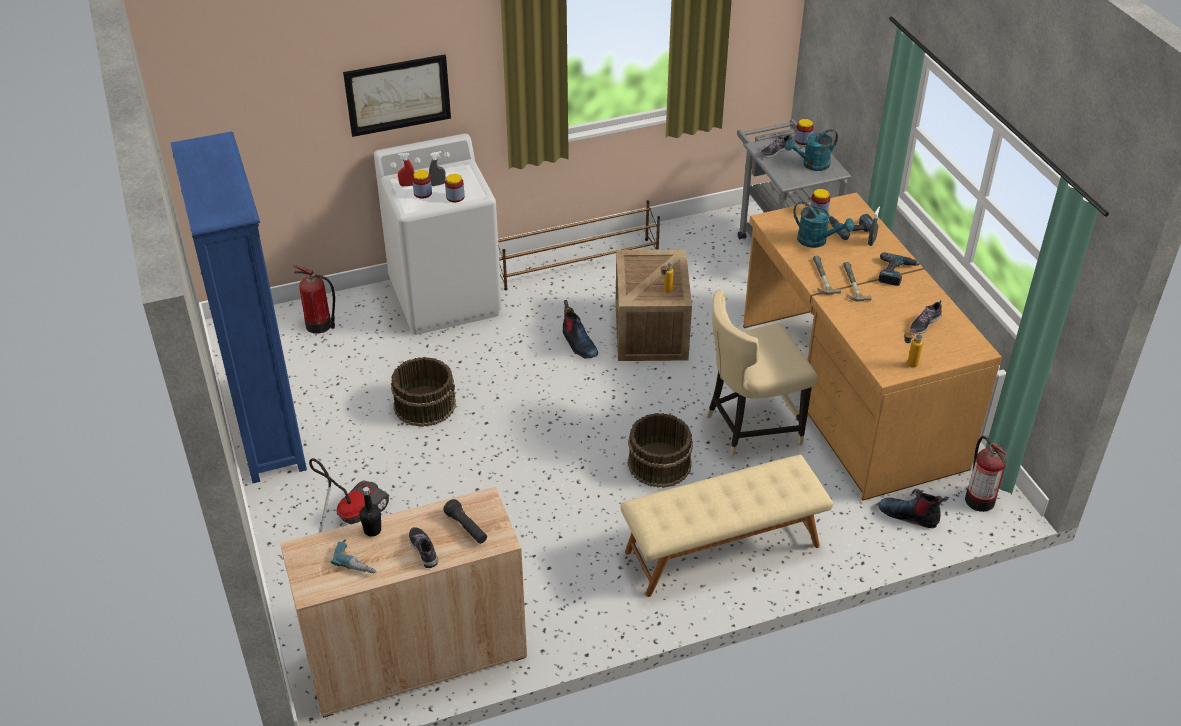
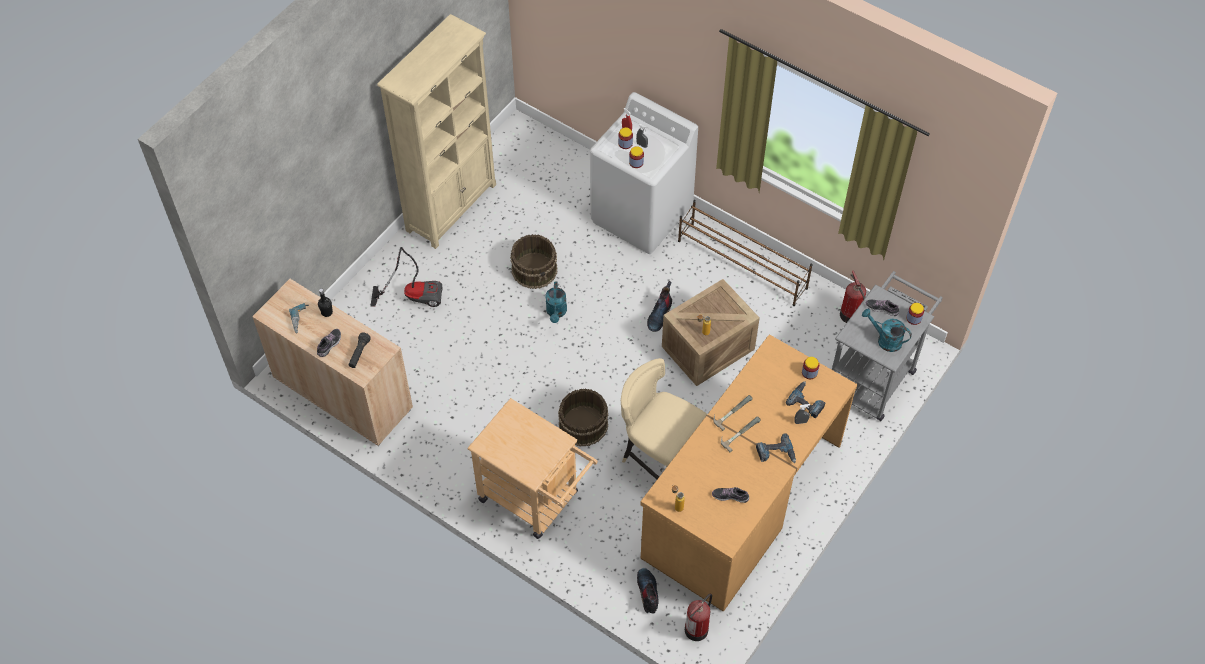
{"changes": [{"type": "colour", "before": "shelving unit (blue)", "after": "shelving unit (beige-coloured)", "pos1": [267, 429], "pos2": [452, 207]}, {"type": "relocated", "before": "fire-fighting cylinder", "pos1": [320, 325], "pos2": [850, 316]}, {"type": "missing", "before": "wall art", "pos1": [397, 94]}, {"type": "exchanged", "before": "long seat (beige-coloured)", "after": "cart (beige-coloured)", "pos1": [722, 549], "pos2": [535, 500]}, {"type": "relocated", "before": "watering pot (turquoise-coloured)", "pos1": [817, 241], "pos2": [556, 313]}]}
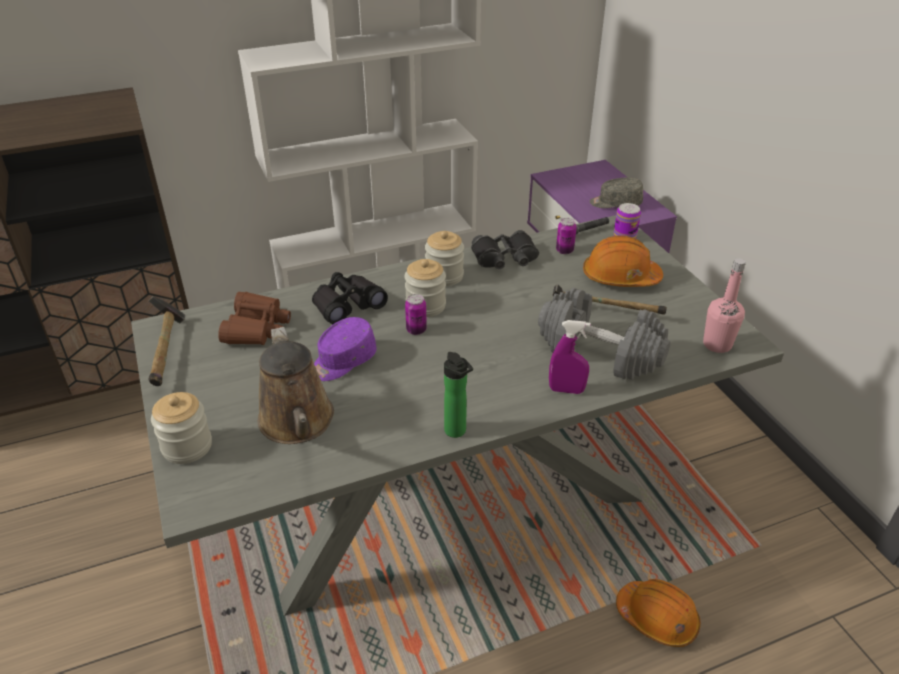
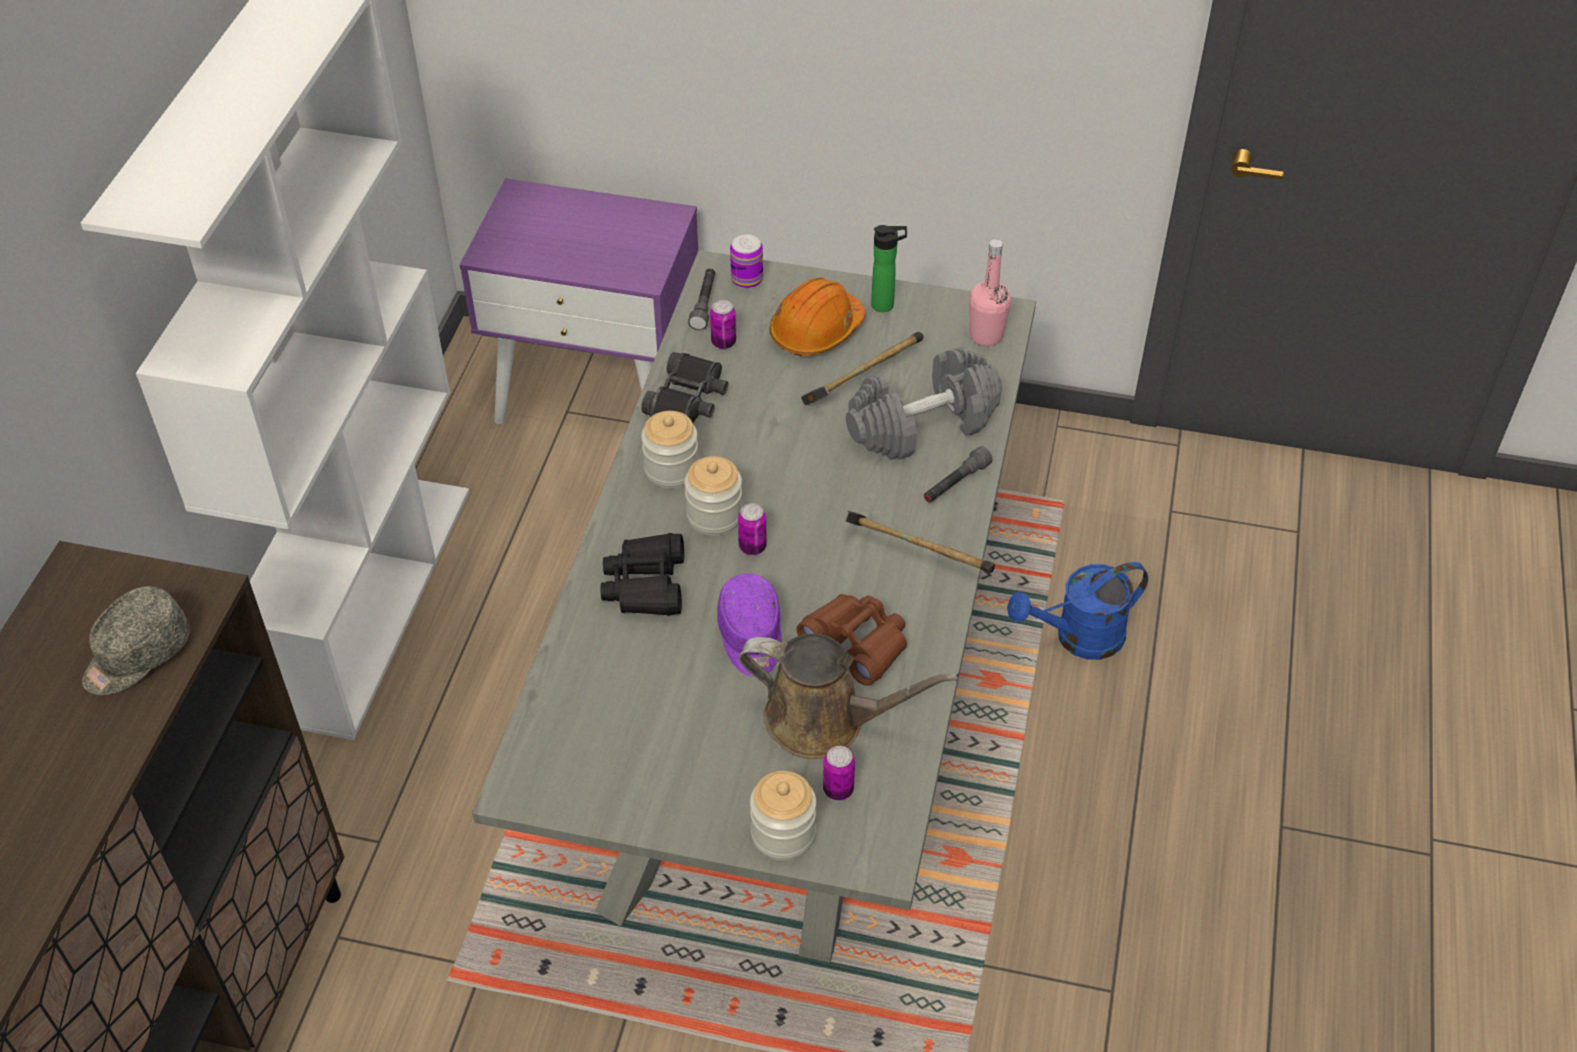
{"changes": [{"type": "relocated", "before": "hammer", "pos1": [167, 352], "pos2": [913, 552]}, {"type": "relocated", "before": "binoculars (brown)", "pos1": [257, 328], "pos2": [857, 643]}, {"type": "relocated", "before": "beverage bottle", "pos1": [457, 432], "pos2": [886, 305]}, {"type": "exchanged", "before": "spray bottle (purple-coloured)", "after": "hand torch (gray)", "pos1": [566, 390], "pos2": [955, 483]}, {"type": "relocated", "before": "cap (gray)", "pos1": [615, 203], "pos2": [136, 655]}, {"type": "exchanged", "before": "work helmet (orange-coloured)", "after": "watering pot (blue)", "pos1": [657, 618], "pos2": [1078, 638]}, {"type": "appeared", "after": "can", "pos2": [838, 789]}]}
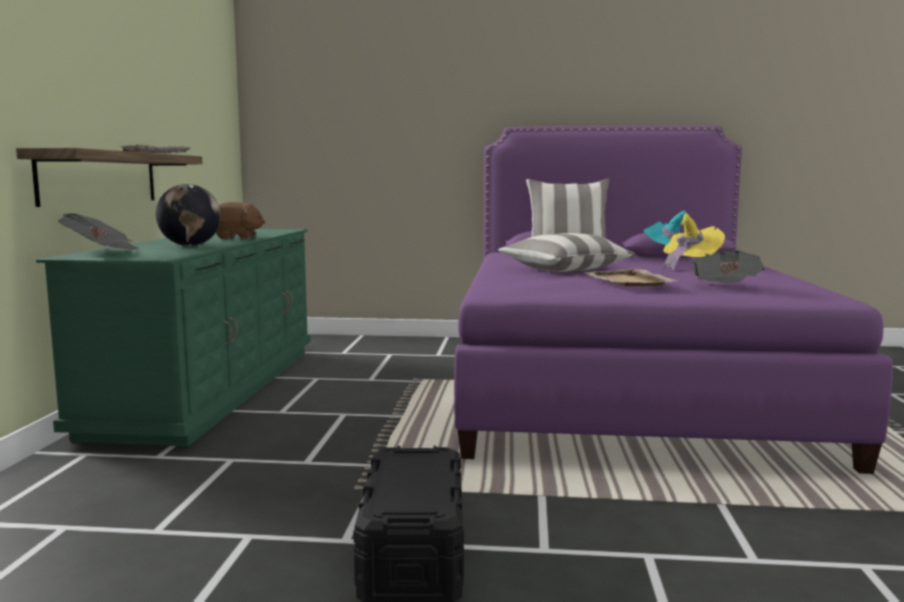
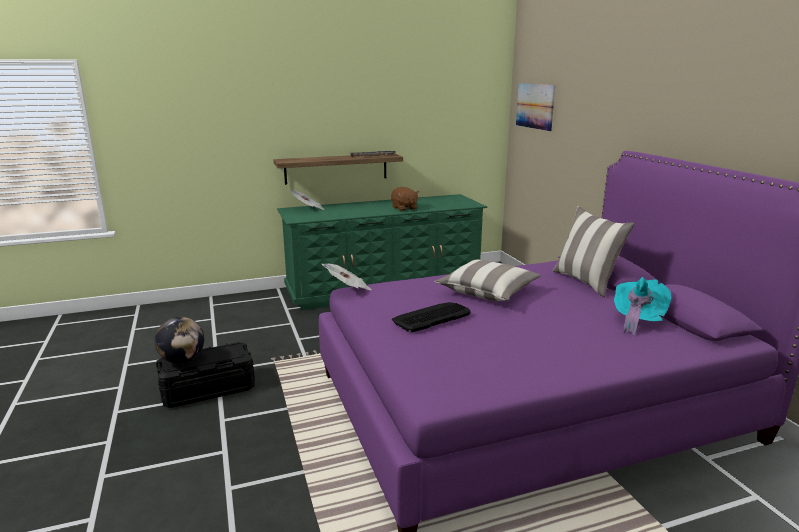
{"changes": [{"type": "relocated", "before": "world globe", "pos1": [190, 245], "pos2": [182, 360]}, {"type": "exchanged", "before": "serving tray (beige-coloured)", "after": "PC keyboard", "pos1": [628, 281], "pos2": [431, 317]}, {"type": "missing", "before": "clothing hat (yellow-coloured)", "pos1": [689, 266]}, {"type": "relocated", "before": "printed paper", "pos1": [726, 287], "pos2": [348, 289]}, {"type": "appeared", "after": "wall art", "pos2": [535, 106]}]}
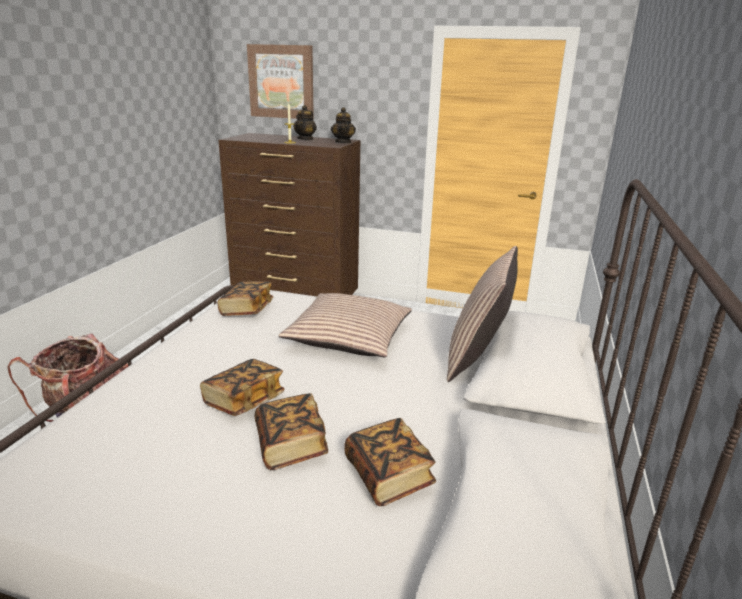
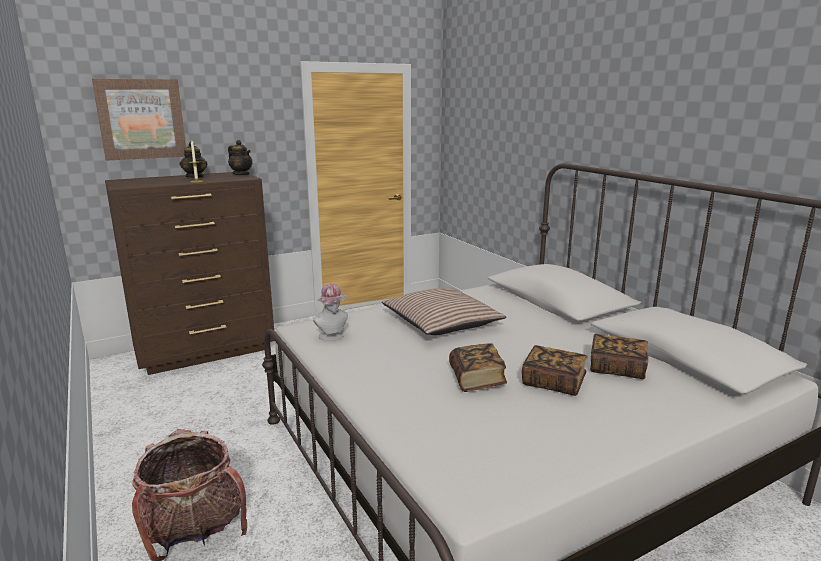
{"changes": [{"type": "exchanged", "before": "book", "after": "clothing hat", "pos1": [247, 309], "pos2": [333, 337]}, {"type": "missing", "before": "pillow", "pos1": [478, 358]}]}
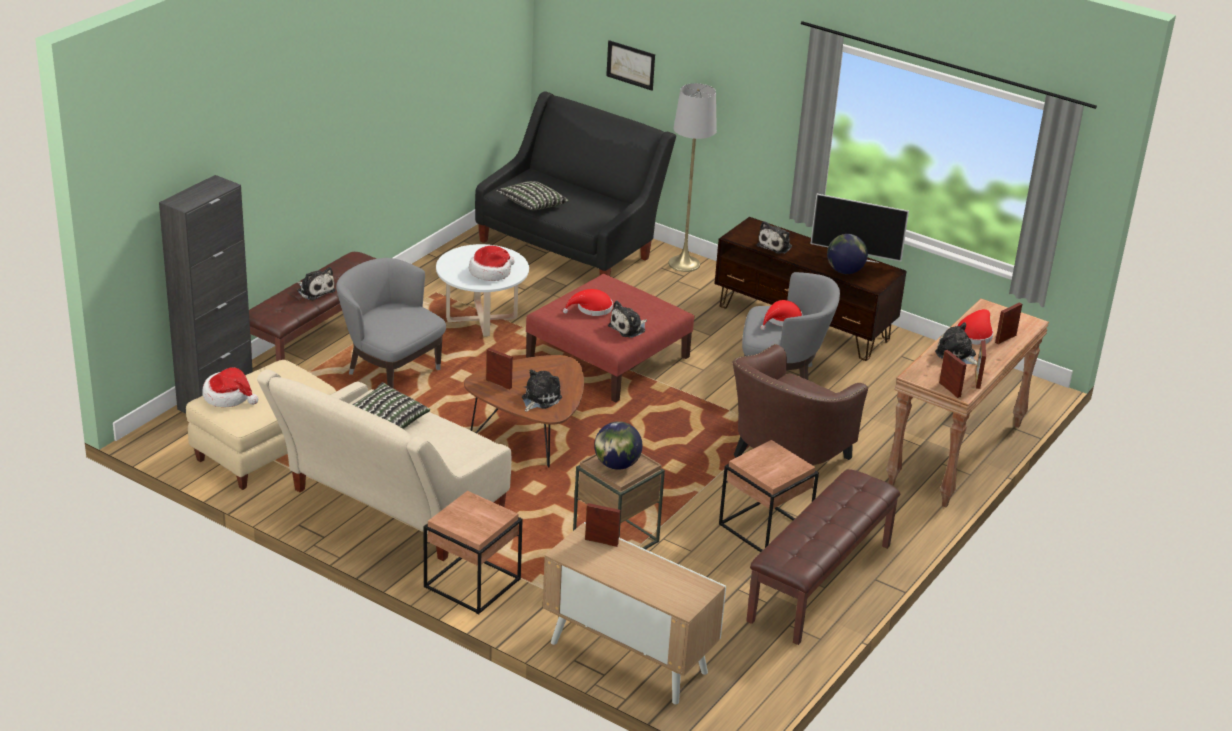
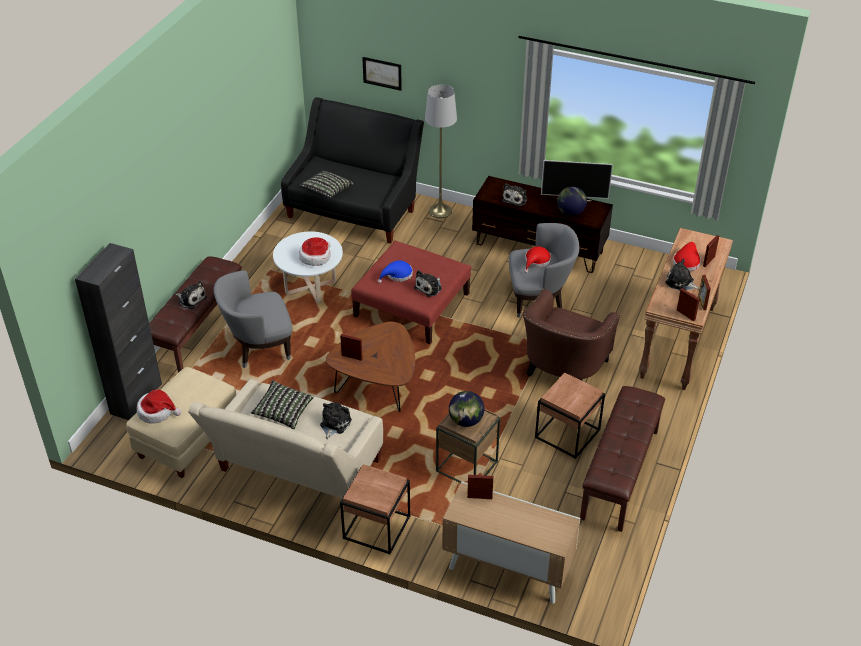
{"changes": [{"type": "spun", "before": "easy chair (gray)", "pos1": [390, 371], "pos2": [258, 348], "turn": -45}, {"type": "relocated", "before": "plush toy", "pos1": [539, 399], "pos2": [334, 424]}, {"type": "colour", "before": "clothing hat (reddish)", "after": "clothing hat (blue)", "pos1": [591, 309], "pos2": [397, 275]}]}
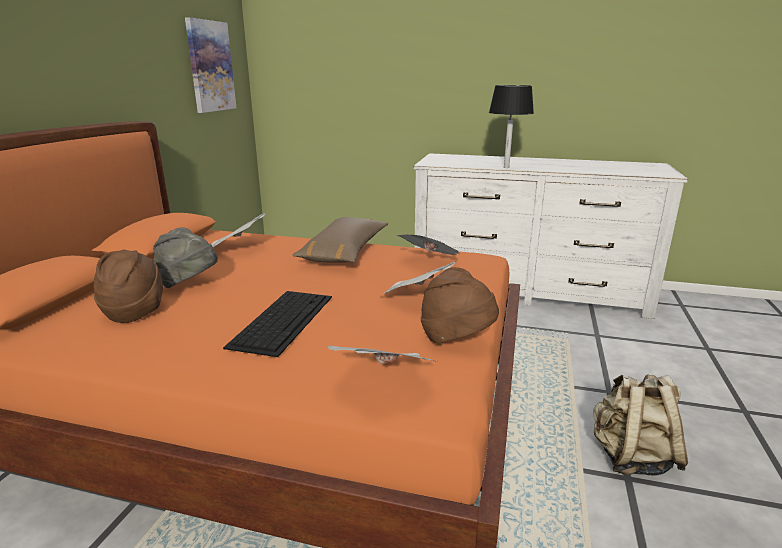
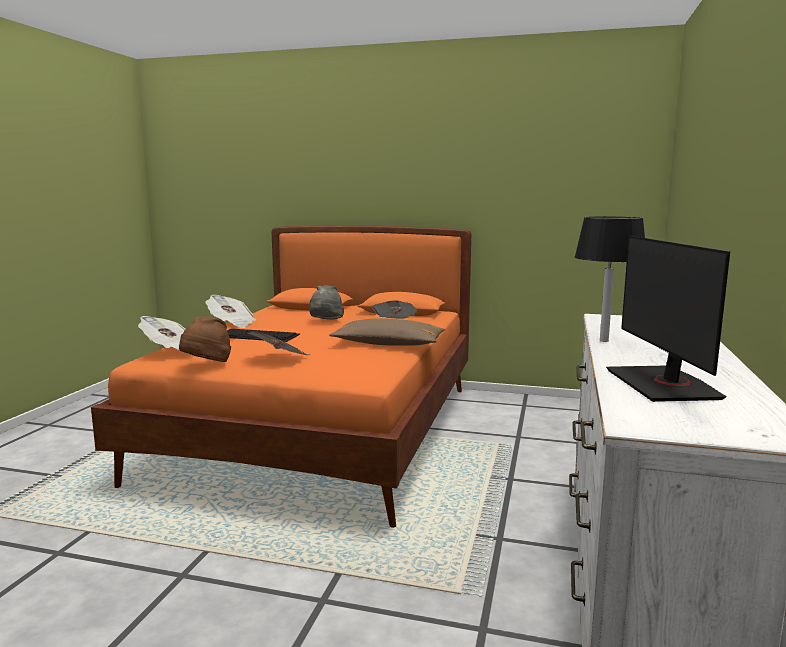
{"changes": [{"type": "missing", "before": "clothing hat (brown)", "pos1": [134, 311]}, {"type": "missing", "before": "wall art", "pos1": [210, 66]}, {"type": "relocated", "before": "printed paper", "pos1": [431, 262], "pos2": [231, 324]}, {"type": "missing", "before": "rucksack (beige-coloured)", "pos1": [631, 458]}, {"type": "appeared", "after": "computer display", "pos2": [663, 384]}]}
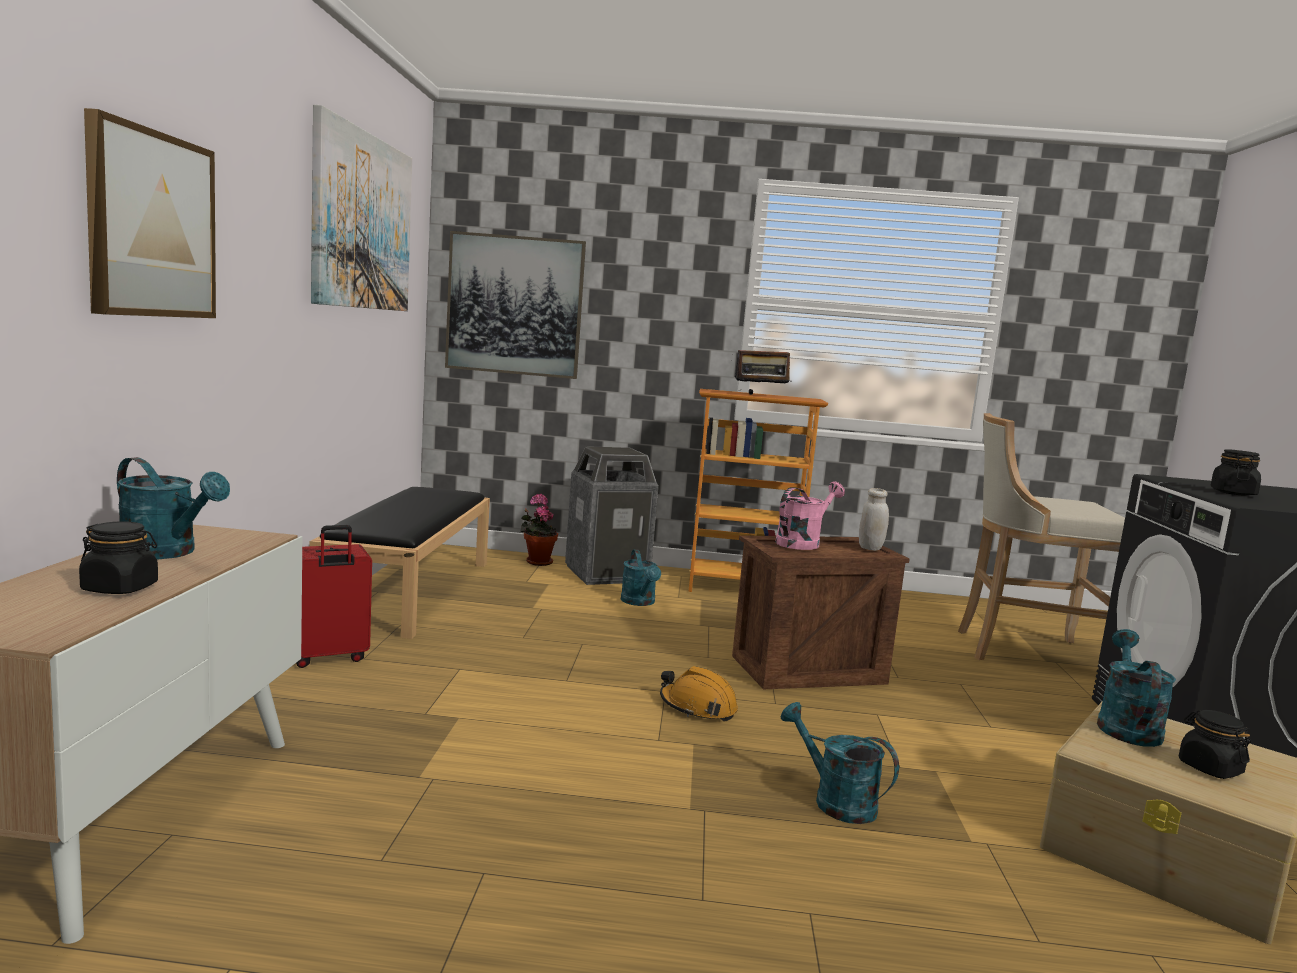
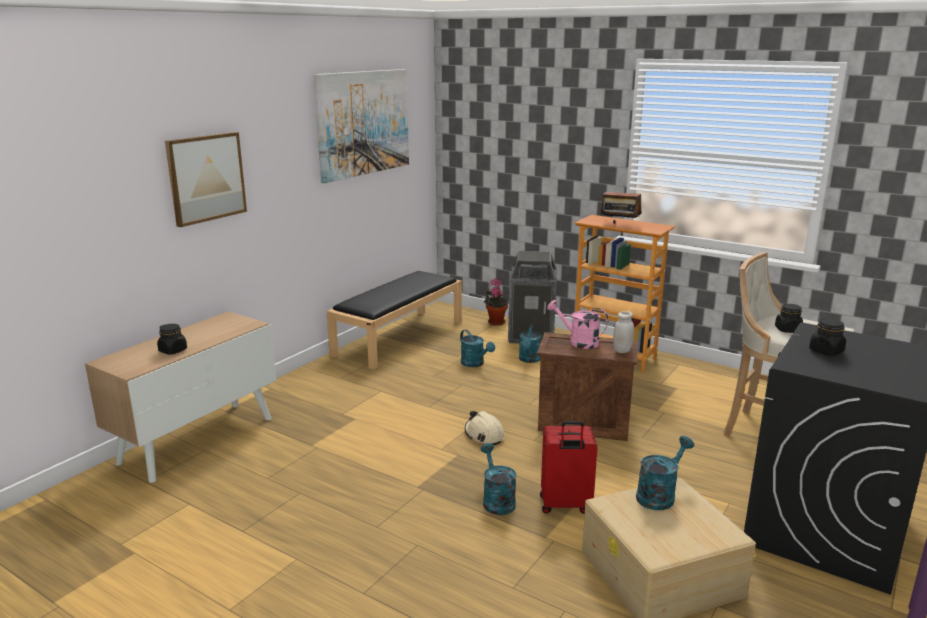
{"changes": [{"type": "relocated", "before": "watering pot (turquoise-coloured)", "pos1": [167, 553], "pos2": [475, 364]}, {"type": "relocated", "before": "piece of luggage (reddish)", "pos1": [330, 658], "pos2": [565, 505]}, {"type": "missing", "before": "wall art", "pos1": [515, 305]}, {"type": "colour", "before": "work helmet (orange-coloured)", "after": "work helmet (beige-coloured)", "pos1": [698, 707], "pos2": [484, 435]}, {"type": "spun", "before": "watering pot (pinkish)", "pos1": [802, 543], "pos2": [578, 342], "turn": -135}, {"type": "relocated", "before": "preserve jar (blackish)", "pos1": [1209, 768], "pos2": [787, 330]}]}
